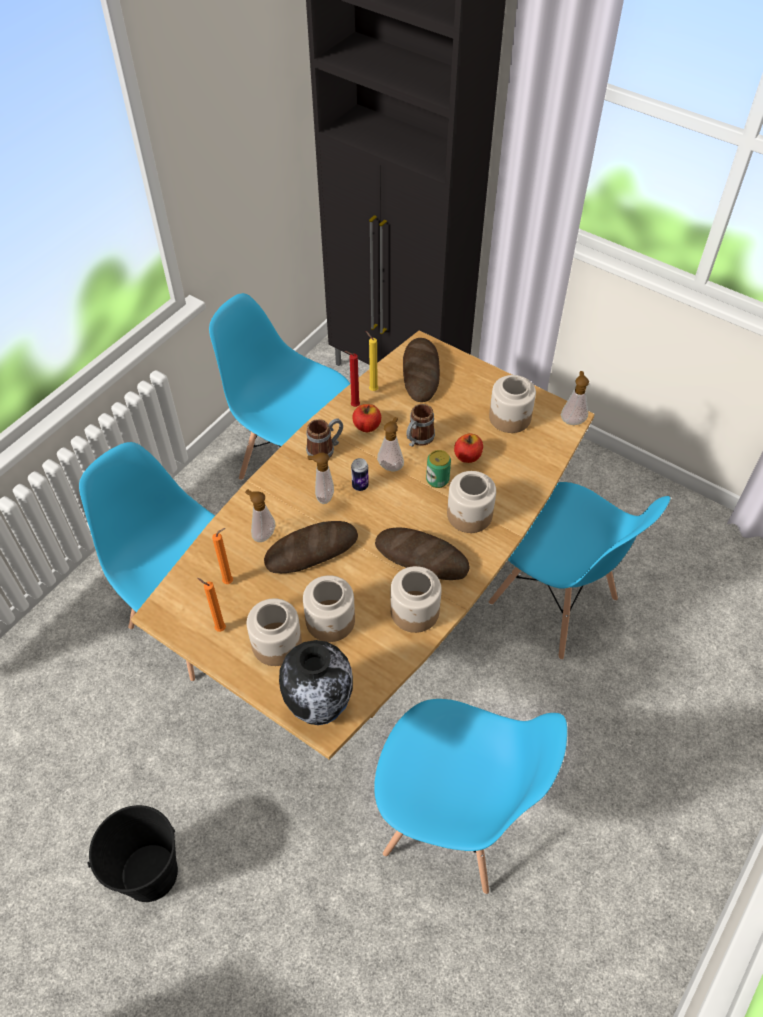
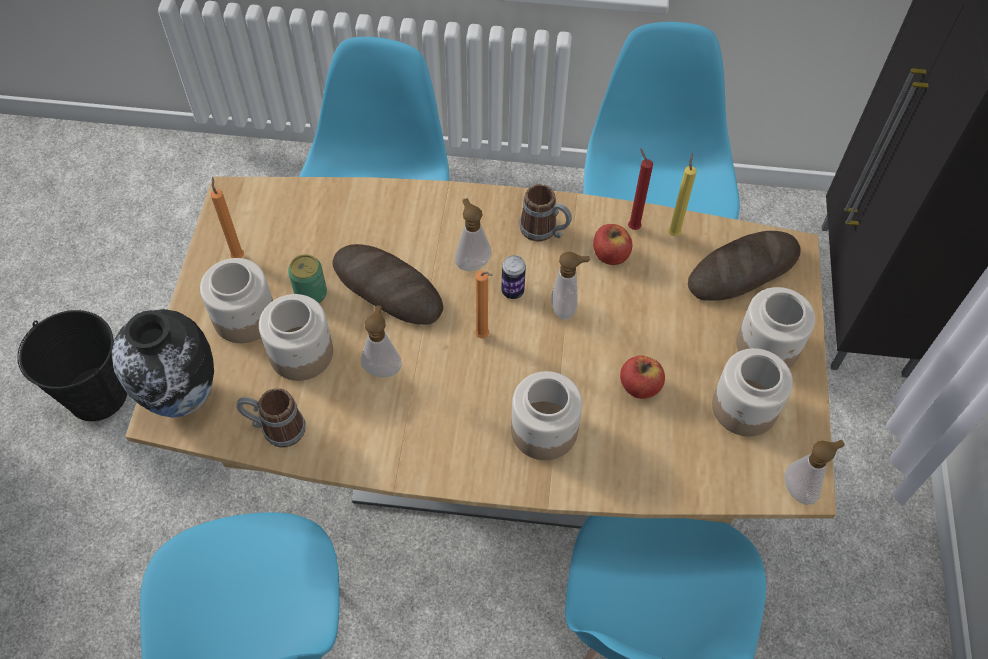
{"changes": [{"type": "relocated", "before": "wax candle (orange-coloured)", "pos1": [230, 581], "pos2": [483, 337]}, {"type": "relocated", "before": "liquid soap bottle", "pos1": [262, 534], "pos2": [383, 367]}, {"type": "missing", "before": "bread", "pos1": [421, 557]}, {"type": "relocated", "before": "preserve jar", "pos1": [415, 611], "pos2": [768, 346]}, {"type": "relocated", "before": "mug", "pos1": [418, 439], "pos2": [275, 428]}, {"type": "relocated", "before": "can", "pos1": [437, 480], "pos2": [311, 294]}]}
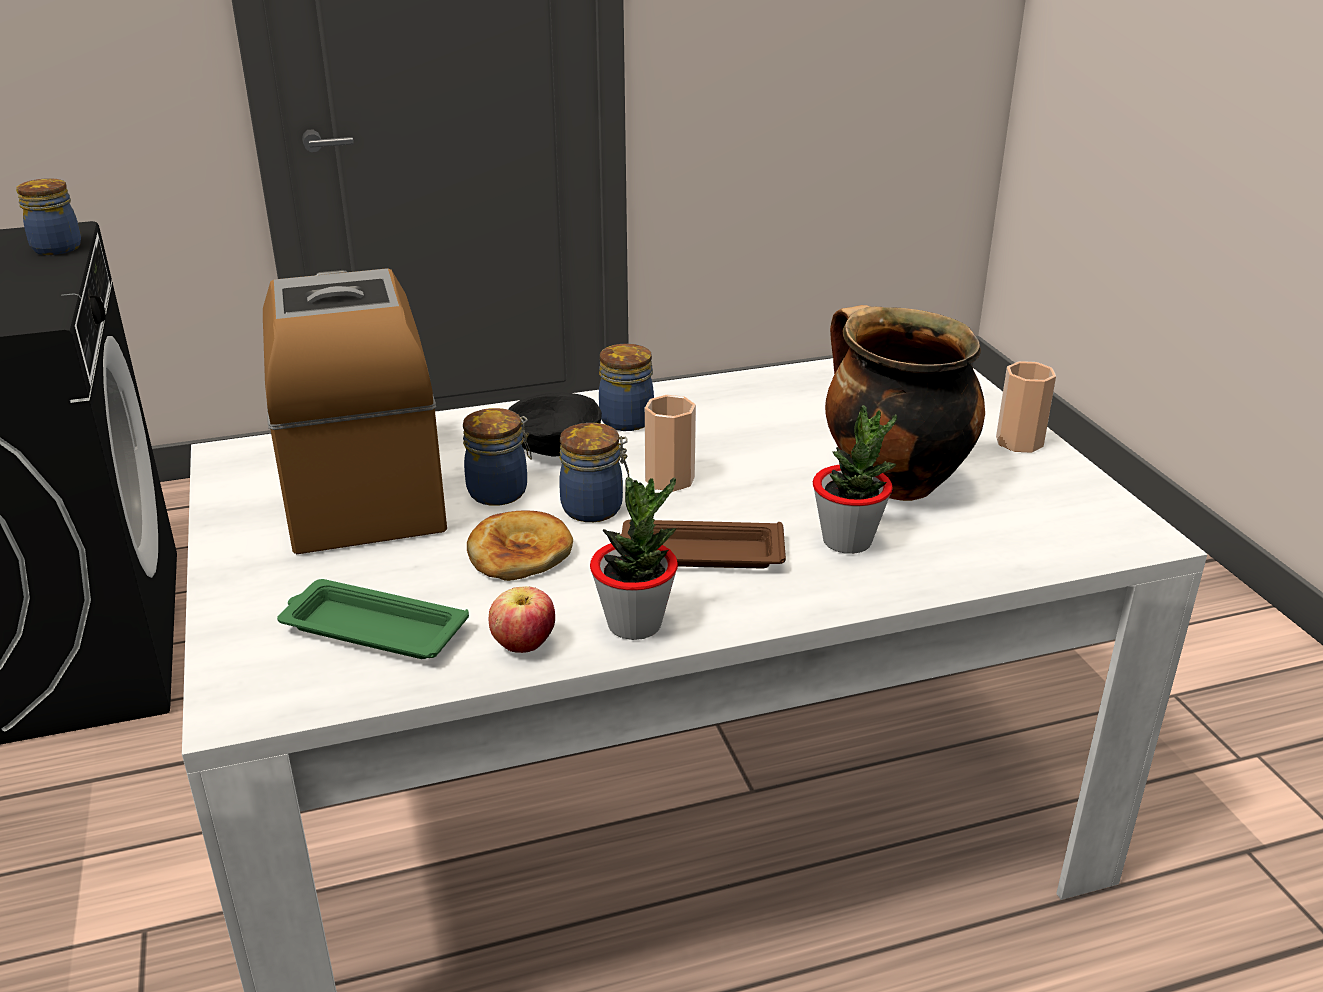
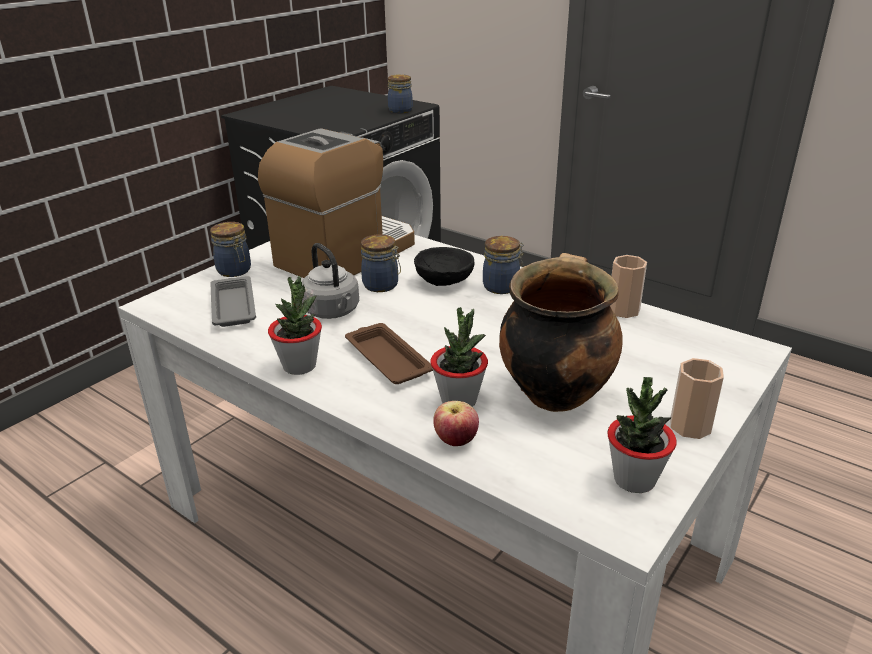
{"changes": [{"type": "colour", "before": "serving tray (green-coloured)", "after": "serving tray (gray)", "pos1": [371, 629], "pos2": [233, 306]}, {"type": "exchanged", "before": "bread", "after": "water kettle (gray)", "pos1": [520, 551], "pos2": [333, 312]}, {"type": "relocated", "before": "whole apple", "pos1": [524, 645], "pos2": [456, 441]}, {"type": "relocated", "before": "preserve jar", "pos1": [595, 508], "pos2": [235, 271]}, {"type": "relocated", "before": "small cup", "pos1": [669, 479], "pos2": [623, 310]}, {"type": "appeared", "after": "plant in a pot", "pos2": [634, 480]}]}
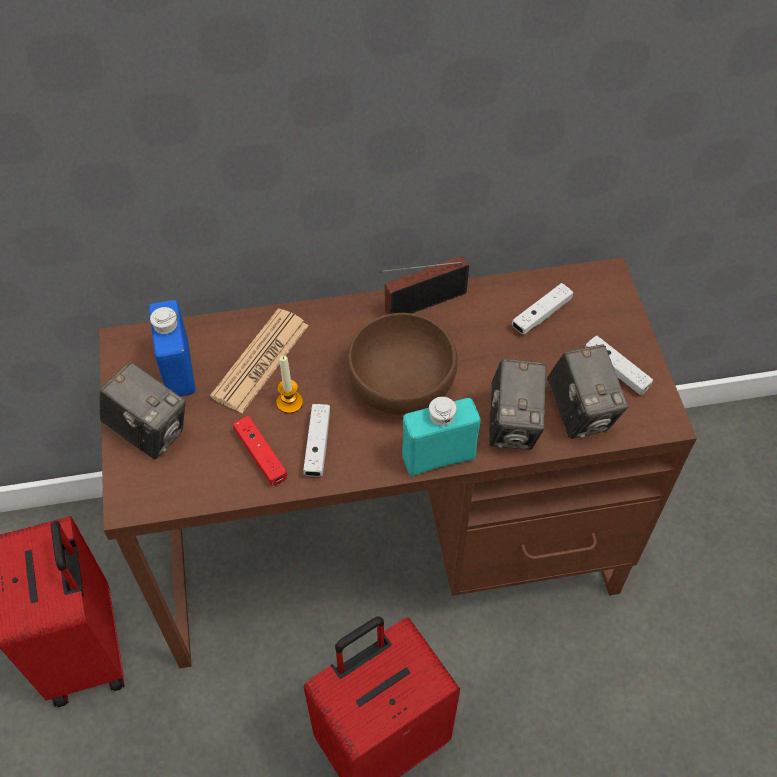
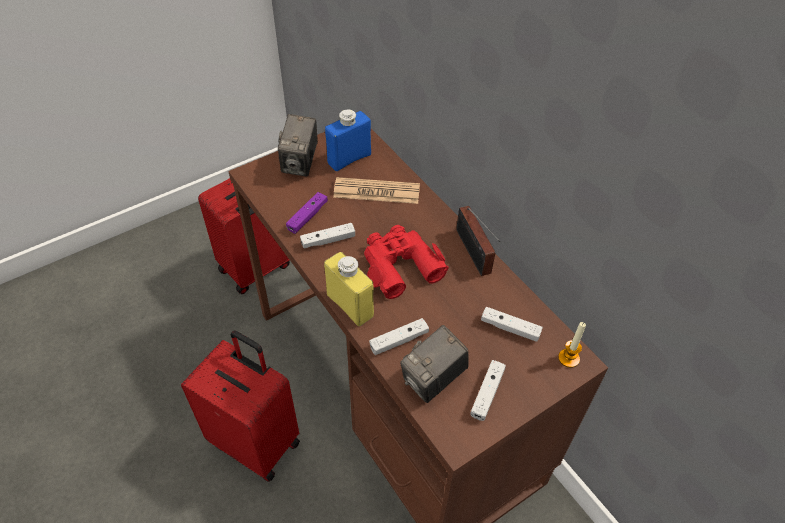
{"changes": [{"type": "colour", "before": "joypad (reddish)", "after": "joypad (purple-coloured)", "pos1": [261, 455], "pos2": [307, 217]}, {"type": "relocated", "before": "wax candle", "pos1": [289, 402], "pos2": [568, 358]}, {"type": "exchanged", "before": "serving bowl (brown)", "after": "binoculars (reddish)", "pos1": [400, 382], "pos2": [399, 265]}, {"type": "spun", "before": "radio", "pos1": [420, 303], "pos2": [474, 254], "turn": -150}, {"type": "colour", "before": "beverage bottle (turquoise-coloured)", "after": "beverage bottle (yellow-coloured)", "pos1": [438, 457], "pos2": [350, 305]}, {"type": "exchanged", "before": "still camera", "after": "joypad (whitish)", "pos1": [513, 425], "pos2": [399, 340]}]}
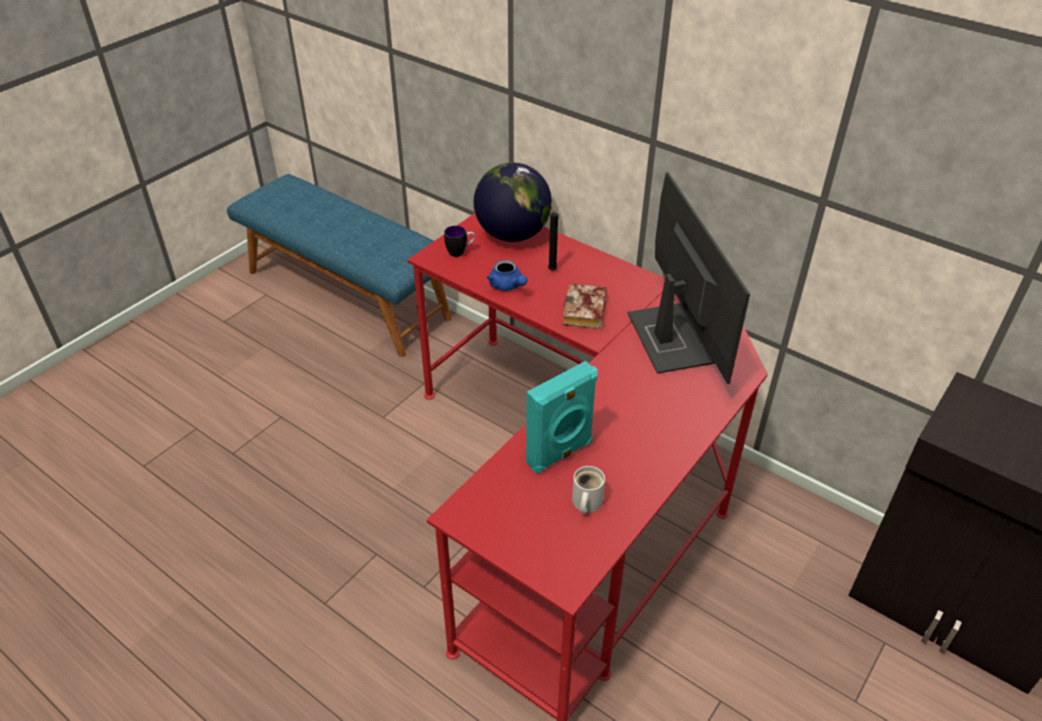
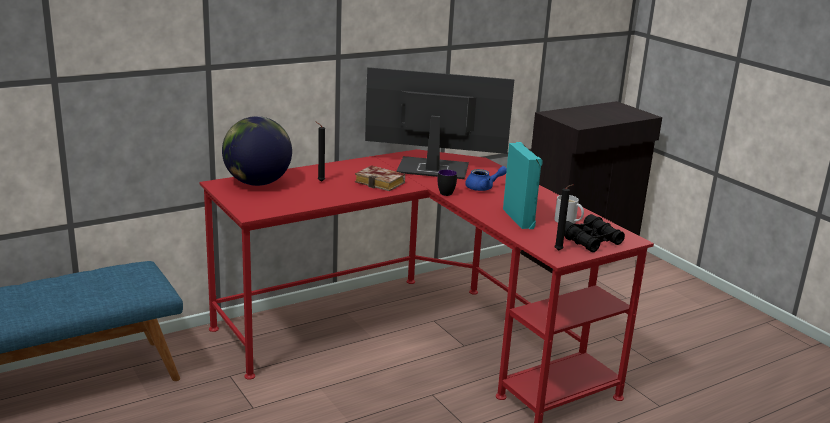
{"changes": [{"type": "relocated", "before": "mug", "pos1": [460, 252], "pos2": [446, 192]}, {"type": "relocated", "before": "pot for tea (blue)", "pos1": [507, 286], "pos2": [483, 188]}, {"type": "appeared", "after": "wax candle (blackish)", "pos2": [559, 251]}, {"type": "appeared", "after": "binoculars (blackish)", "pos2": [591, 240]}]}
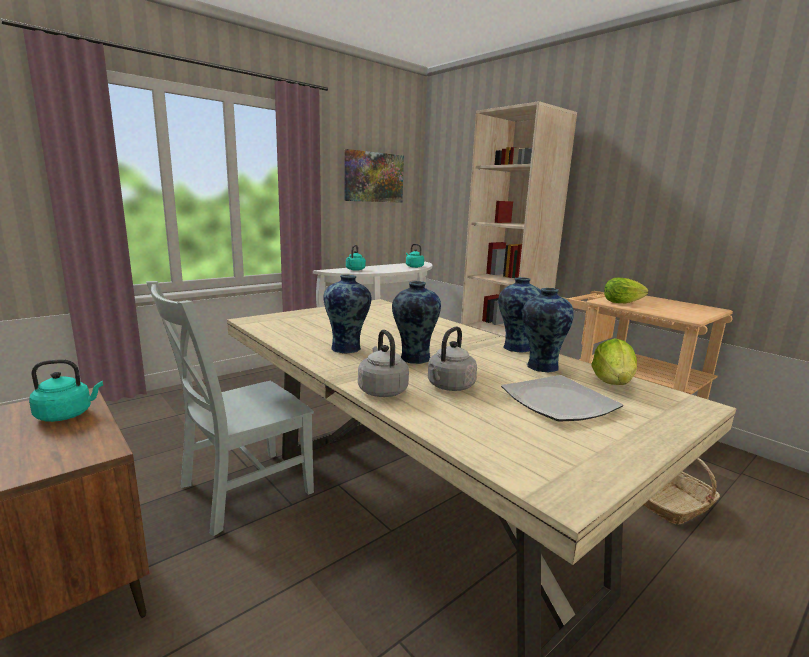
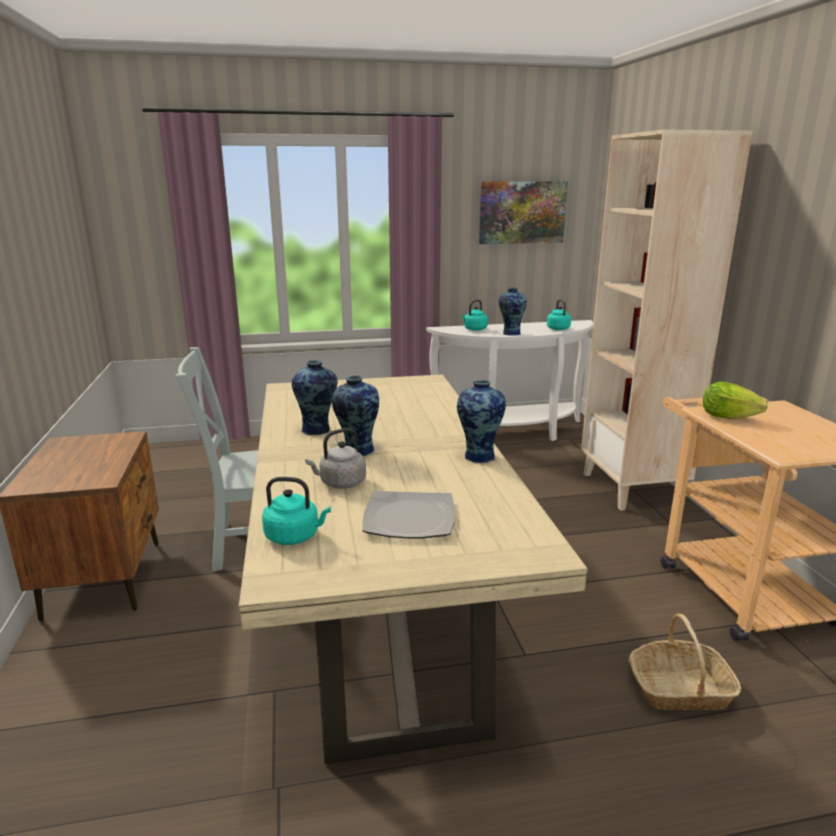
{"changes": [{"type": "relocated", "before": "water kettle (turquoise-coloured)", "pos1": [67, 415], "pos2": [295, 536]}, {"type": "missing", "before": "water kettle (gray)", "pos1": [382, 390]}, {"type": "relocated", "before": "vase", "pos1": [540, 366], "pos2": [510, 333]}, {"type": "missing", "before": "lettuce", "pos1": [613, 383]}]}
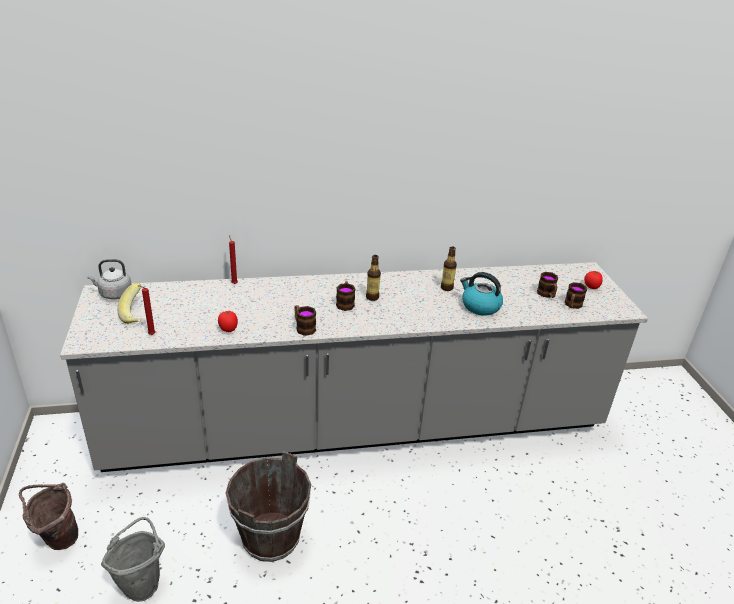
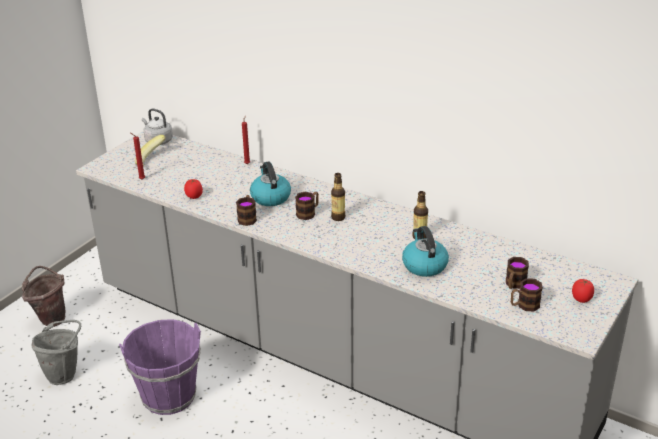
{"changes": [{"type": "colour", "before": "pail (brown)", "after": "pail (purple-coloured)", "pos1": [270, 537], "pos2": [169, 396]}, {"type": "appeared", "after": "water kettle", "pos2": [270, 197]}]}
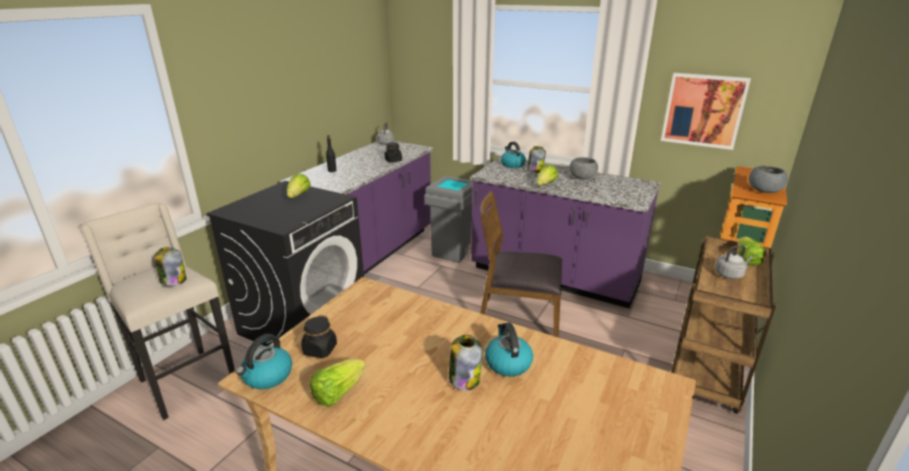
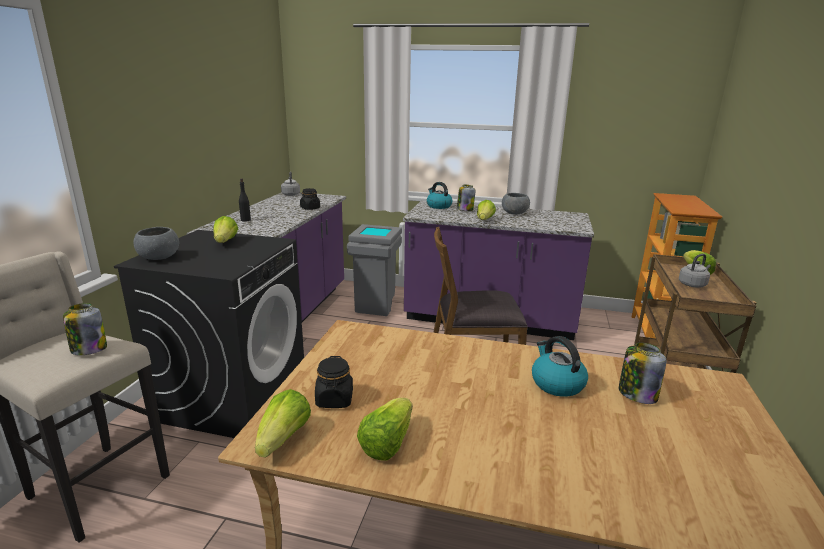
{"changes": [{"type": "exchanged", "before": "water kettle", "after": "lettuce", "pos1": [267, 376], "pos2": [284, 439]}, {"type": "relocated", "before": "preserve jar", "pos1": [464, 379], "pos2": [636, 394]}, {"type": "missing", "before": "wall art", "pos1": [703, 110]}, {"type": "relocated", "before": "serving bowl (gray)", "pos1": [764, 191], "pos2": [159, 257]}]}
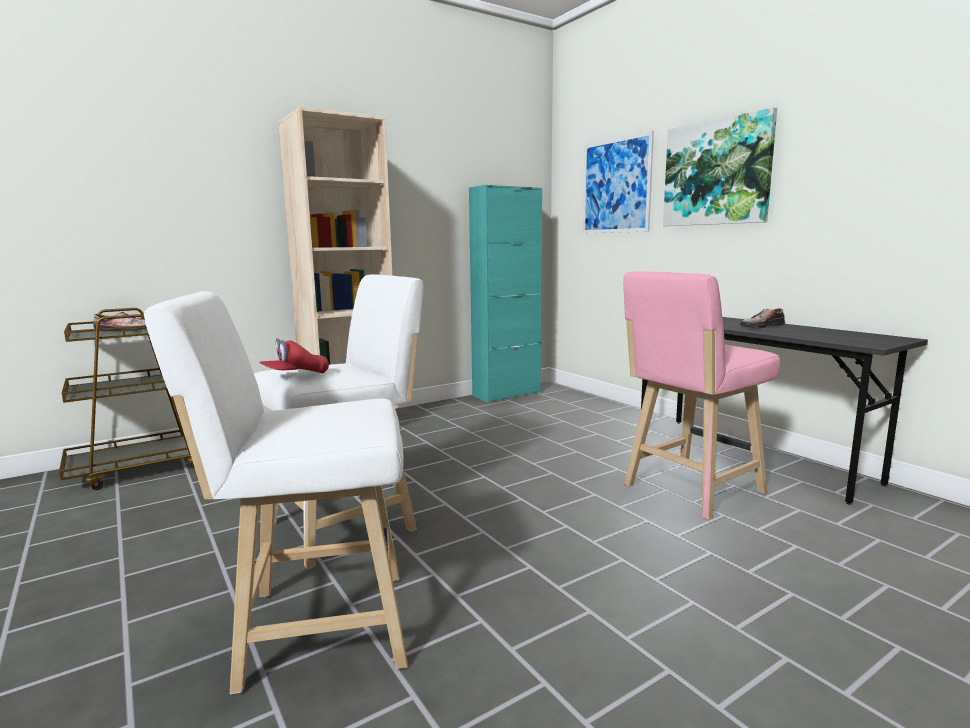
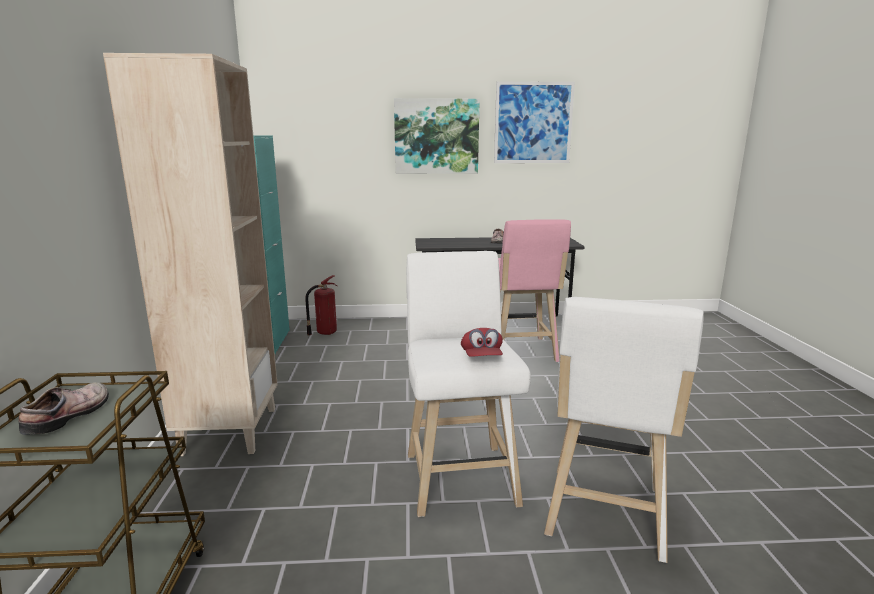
{"changes": [{"type": "relocated", "before": "wall art", "pos1": [616, 186], "pos2": [533, 123]}, {"type": "appeared", "after": "fire-fighting cylinder", "pos2": [325, 333]}]}
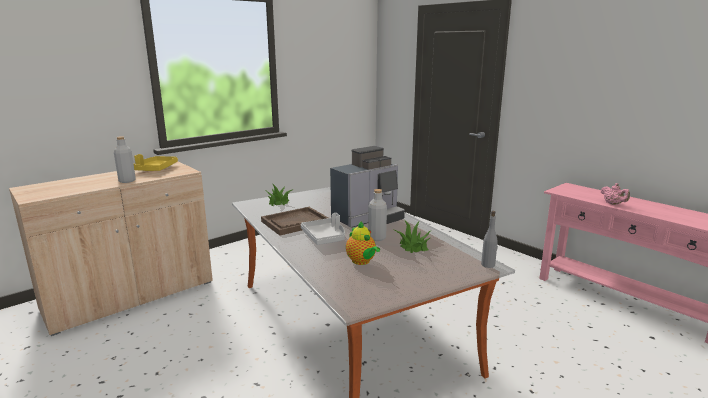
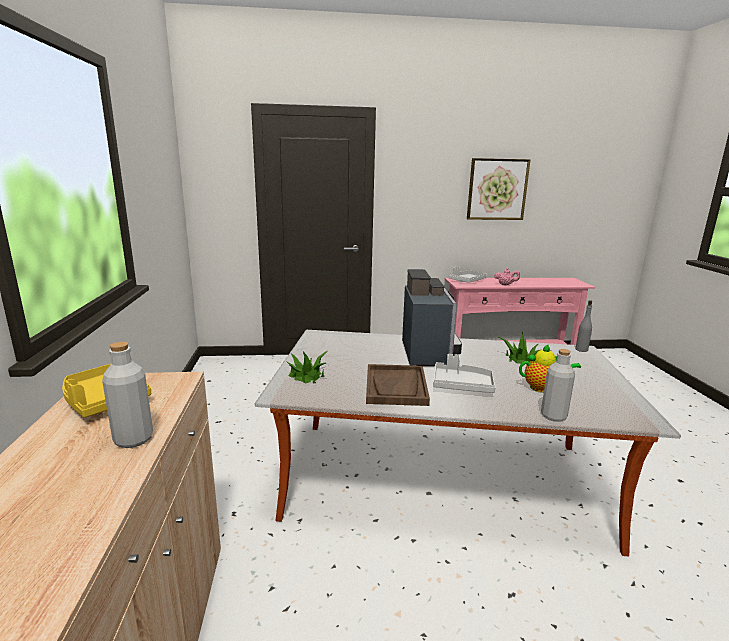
{"changes": [{"type": "relocated", "before": "beverage bottle (gray)", "pos1": [377, 238], "pos2": [553, 416]}, {"type": "appeared", "after": "serving tray (gray)", "pos2": [467, 281]}, {"type": "appeared", "after": "wall art", "pos2": [497, 189]}]}
